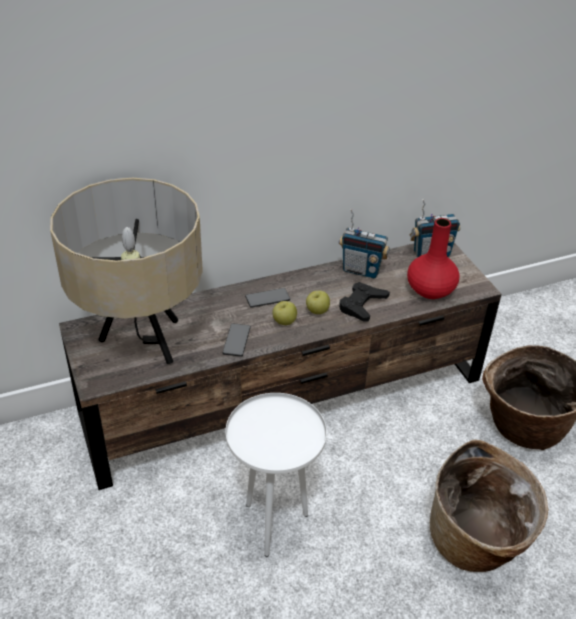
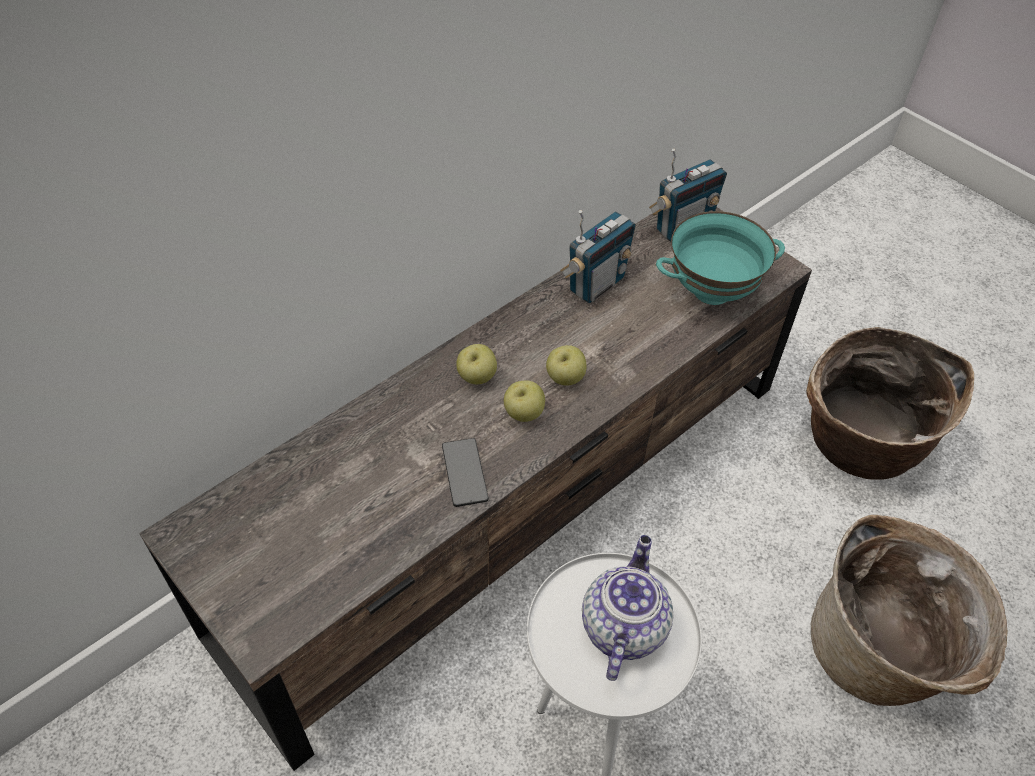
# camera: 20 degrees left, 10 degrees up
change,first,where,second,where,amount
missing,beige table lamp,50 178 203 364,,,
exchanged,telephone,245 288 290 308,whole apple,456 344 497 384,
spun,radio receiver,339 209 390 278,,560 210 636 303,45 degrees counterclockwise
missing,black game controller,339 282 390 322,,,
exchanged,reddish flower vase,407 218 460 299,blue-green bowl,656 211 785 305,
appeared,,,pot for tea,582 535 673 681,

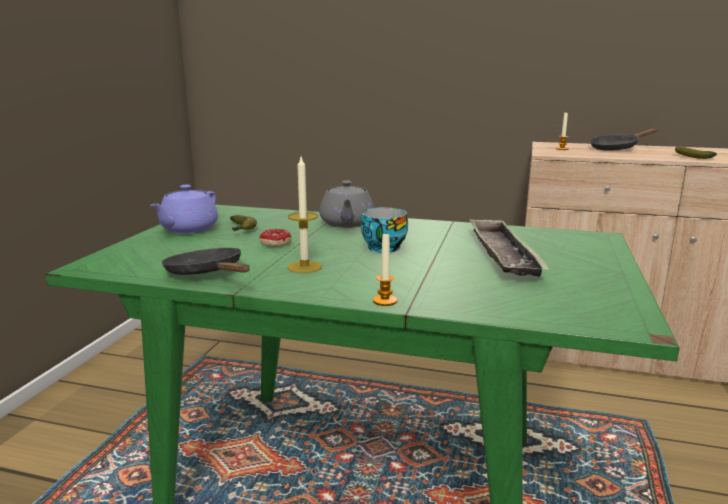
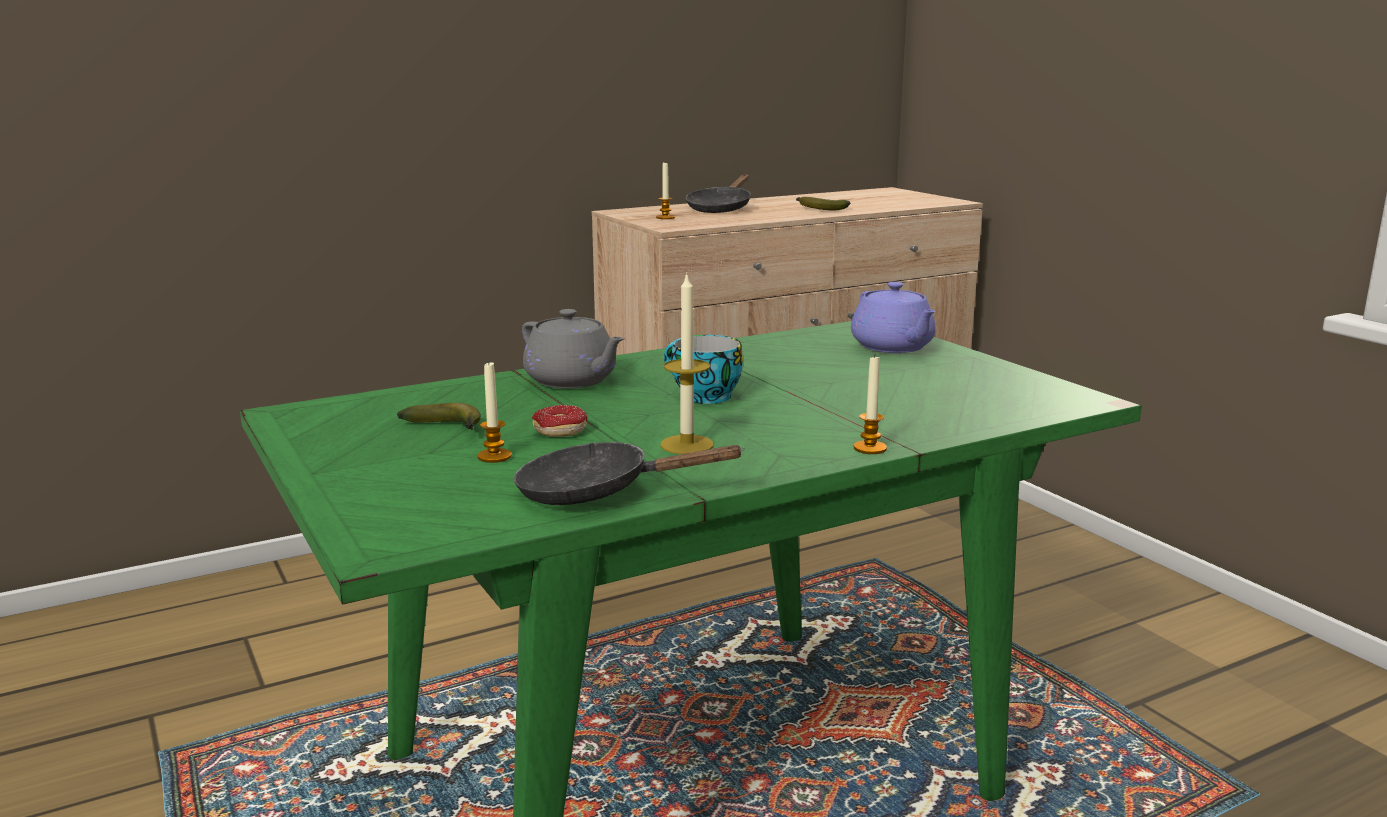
# camera: 45 degrees left, 0 degrees up
change,first,where,second,where,amount
relocated,purplish pot for tea,150 185 218 234,,851 282 936 353,
missing,carrying tray,469 218 550 277,,,
appeared,,,candle,477 362 512 463,

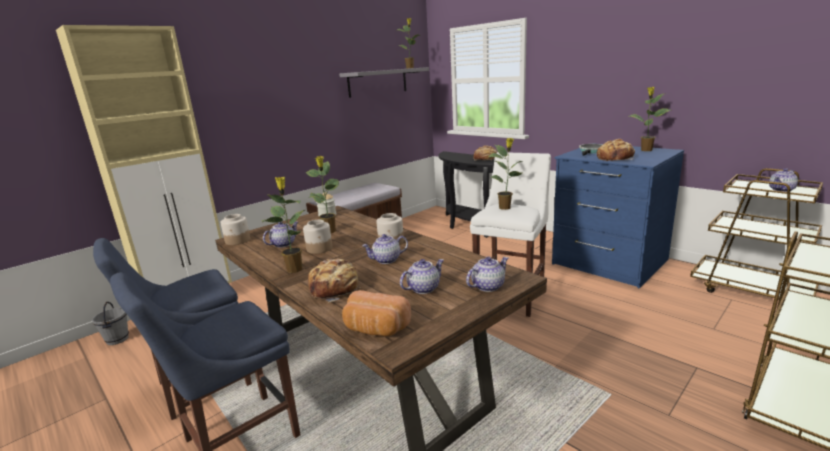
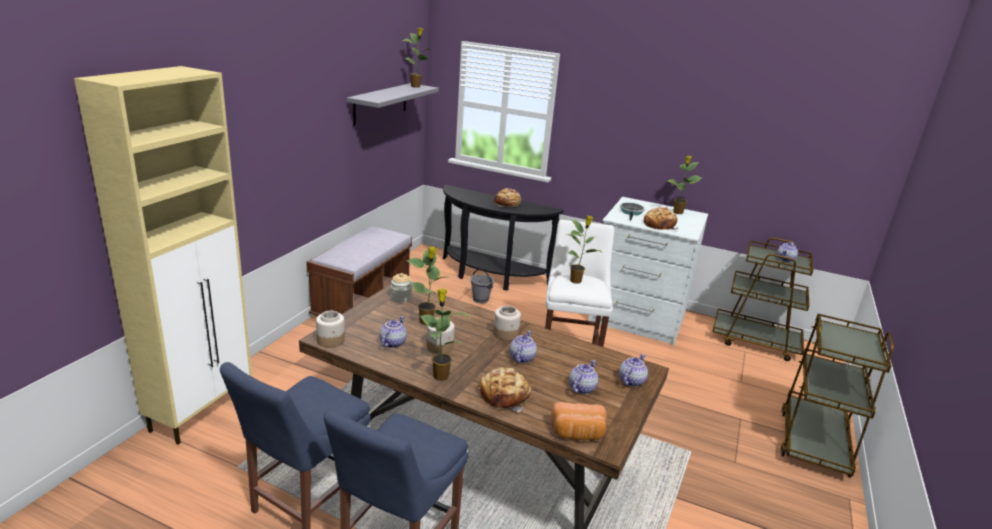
# camera: 25 degrees left, 5 degrees up
change,first,where,second,where,amount
relocated,gray bucket,92 302 129 345,,471 269 494 303,
spun,pot for tea,362 234 408 264,,509 331 537 363,150 degrees clockwise
colour,blue-coloured drawer chest,552 143 684 289,white-coloured drawer chest,588 197 708 346,

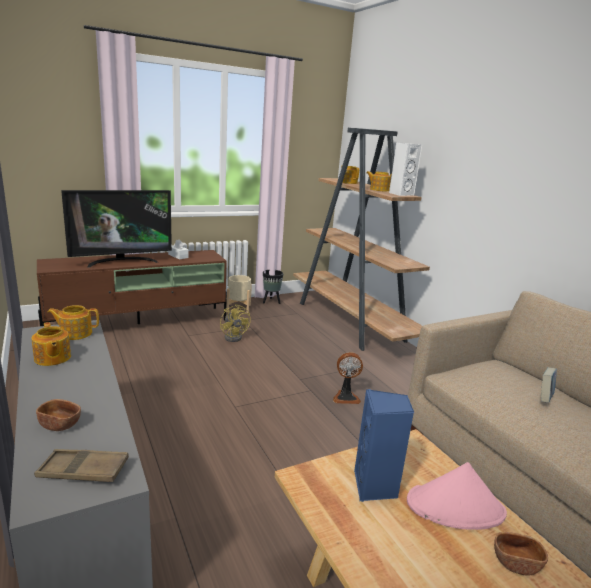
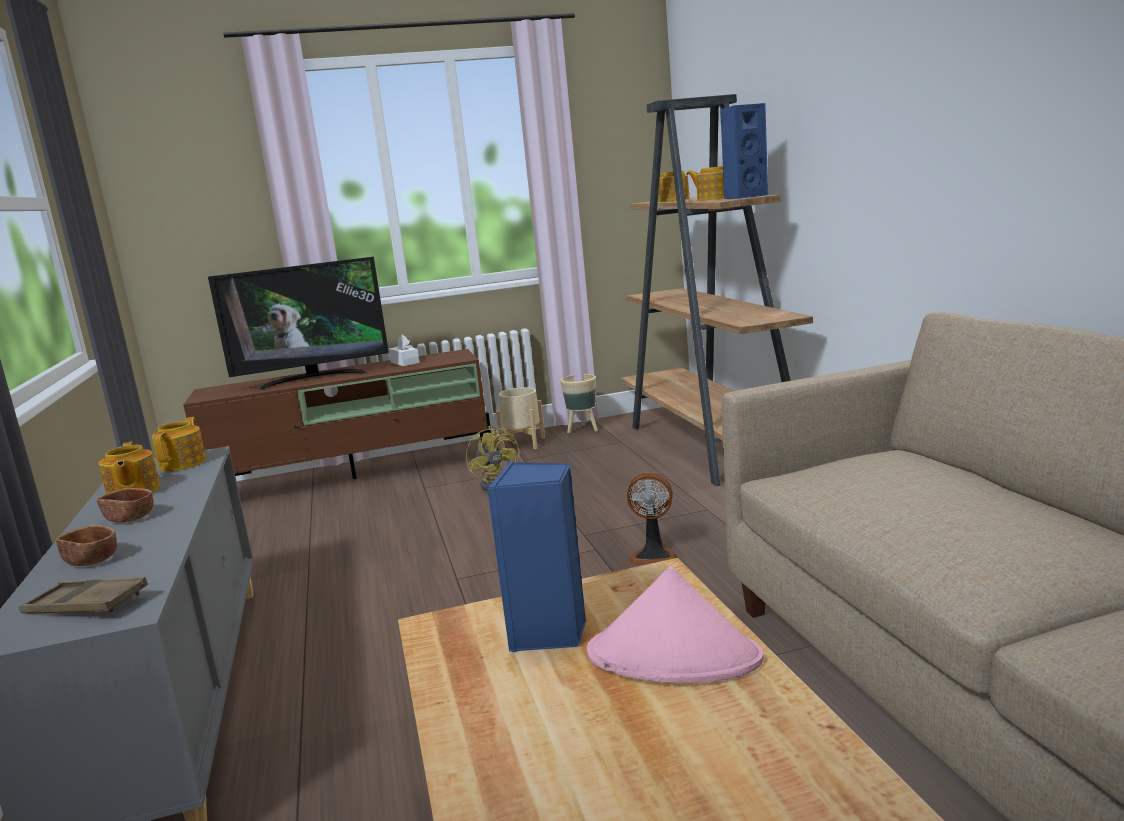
# camera: 15 degrees right, 5 degrees down
change,first,where,second,where,amount
spun,pot for tea,48 305 99 340,,152 417 207 471,90 degrees clockwise
colour,black planter,263 270 283 304,beige planter,560 374 598 433,
colour,white-coloured audio speaker,389 142 422 196,blue-coloured audio speaker,720 103 768 199,
relocated,brown-coloured bowl,494 532 548 575,,96 488 154 523,
missing,bound book,541 367 557 403,,,

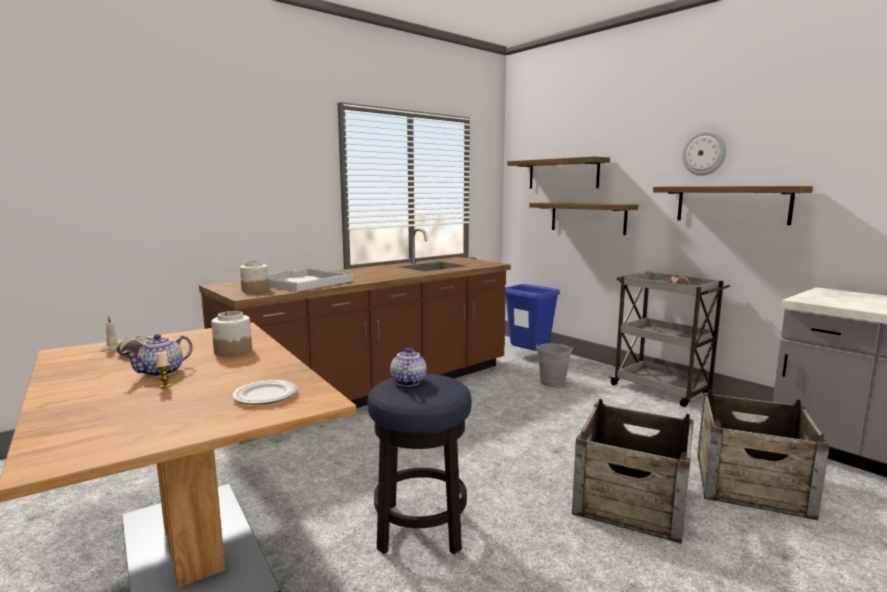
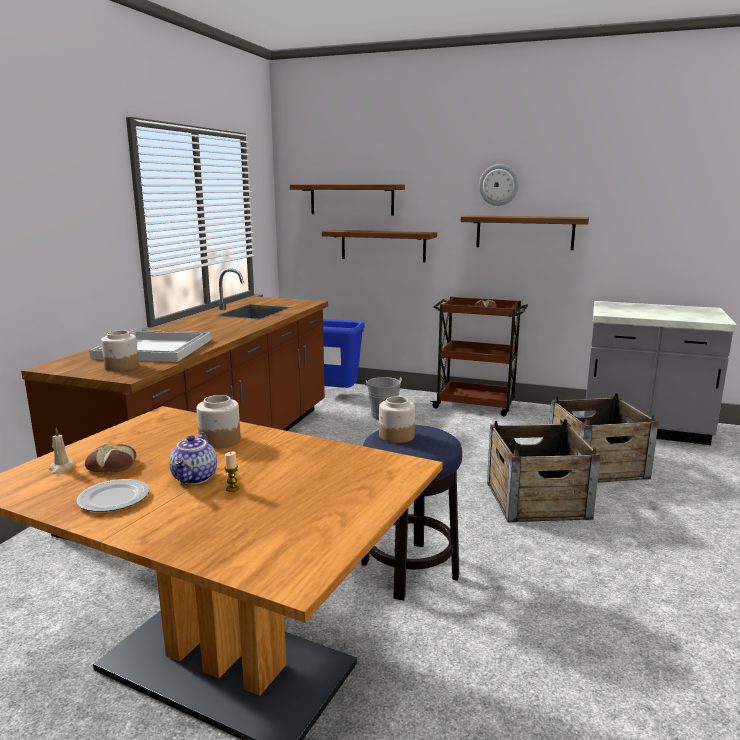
# camera: 30 degrees left, 5 degrees up
change,first,where,second,where,amount
relocated,dinner plate,232 380 297 405,,76 479 149 512,
exchanged,pot for tea,390 348 427 386,storage jar,379 396 415 443,
colour,gray wheeled cart,609 272 730 407,brown-coloured wheeled cart,430 297 528 416,

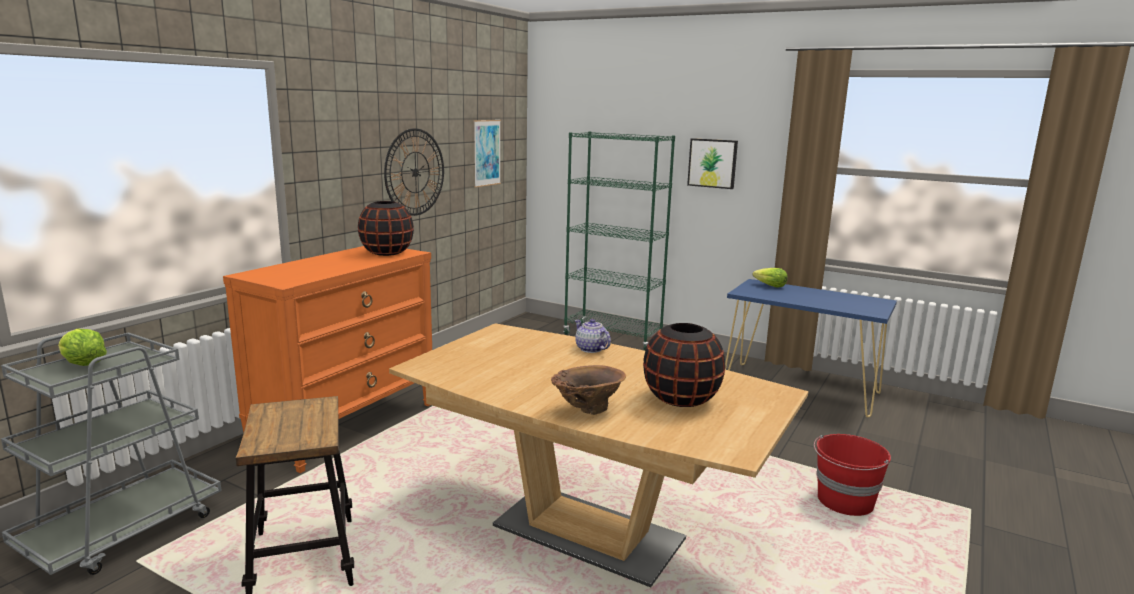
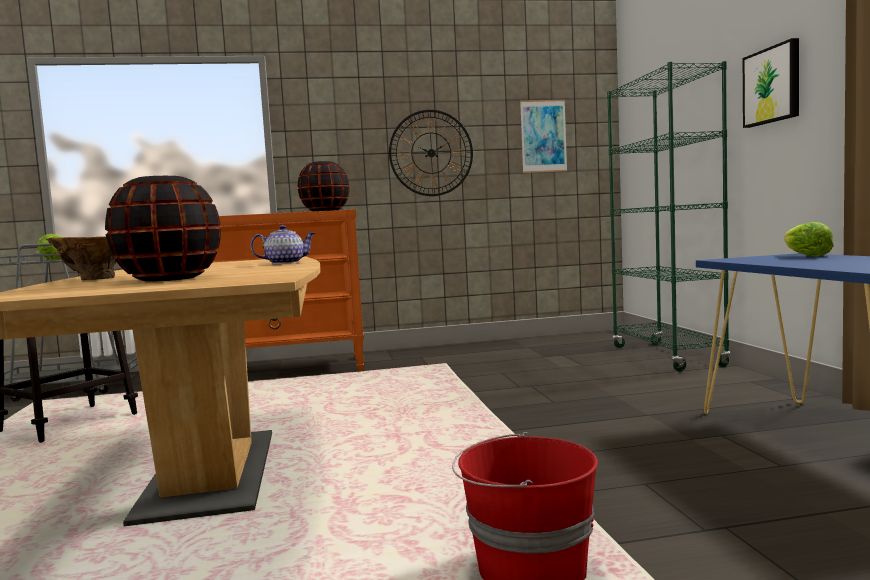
# camera: 50 degrees right, 10 degrees down
change,first,where,second,where,amount
spun,pot for tea,575 319 611 353,,250 225 315 264,60 degrees clockwise

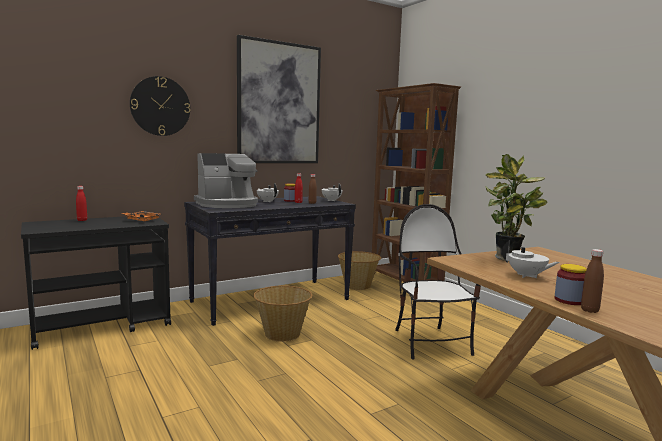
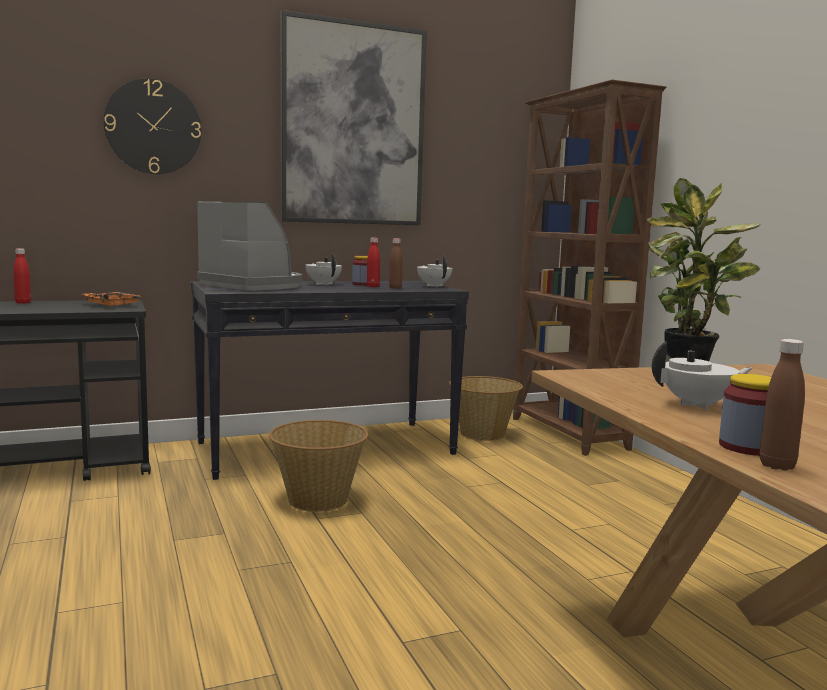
# camera: 10 degrees right, 0 degrees up
change,first,where,second,where,amount
spun,coffee brewer,194 153 258 208,,197 202 302 291,120 degrees counterclockwise
missing,upright chair,395 204 481 360,,,
spun,white-coloured pot for tea,502 240 560 278,,652 341 753 410,60 degrees counterclockwise

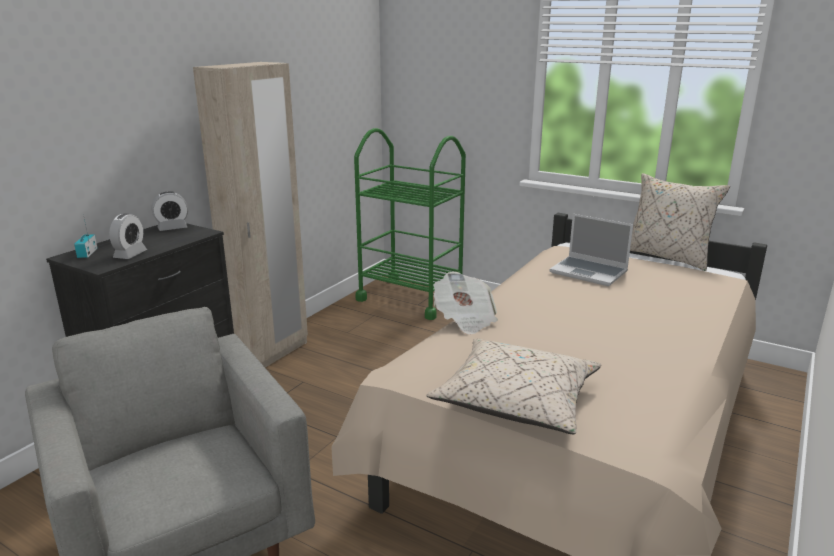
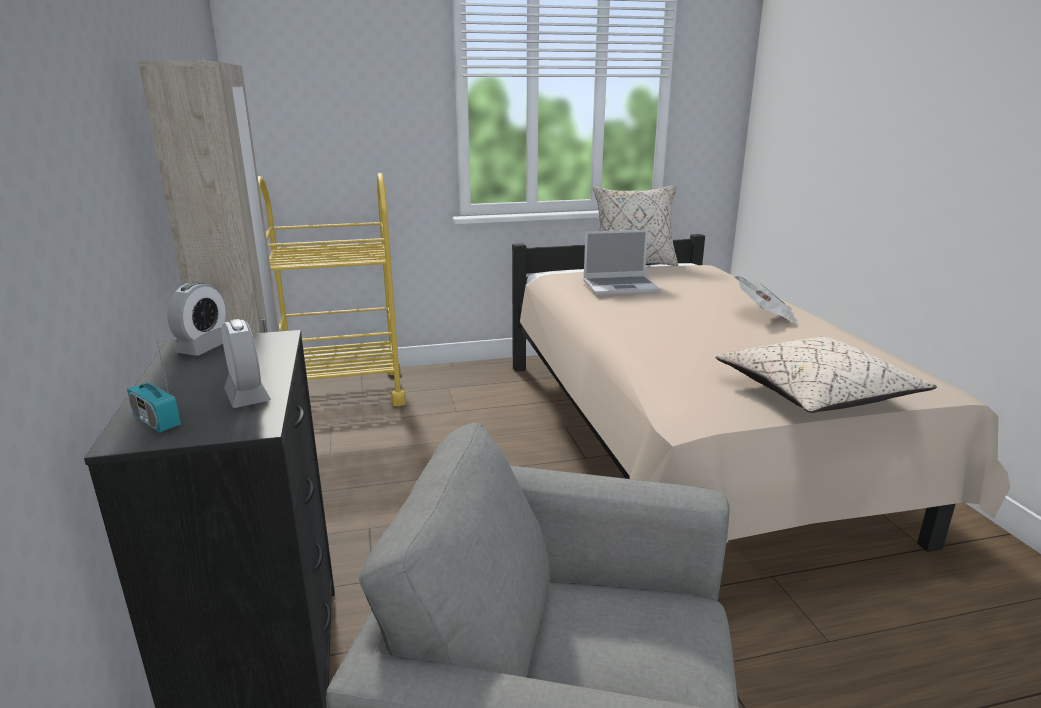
# camera: 45 degrees left, 0 degrees up
change,first,where,second,where,amount
colour,greenish wheeled cart,354 128 466 320,yellowish wheeled cart,258 173 406 406,
relocated,newspaper,434 272 498 335,,734 275 800 324,

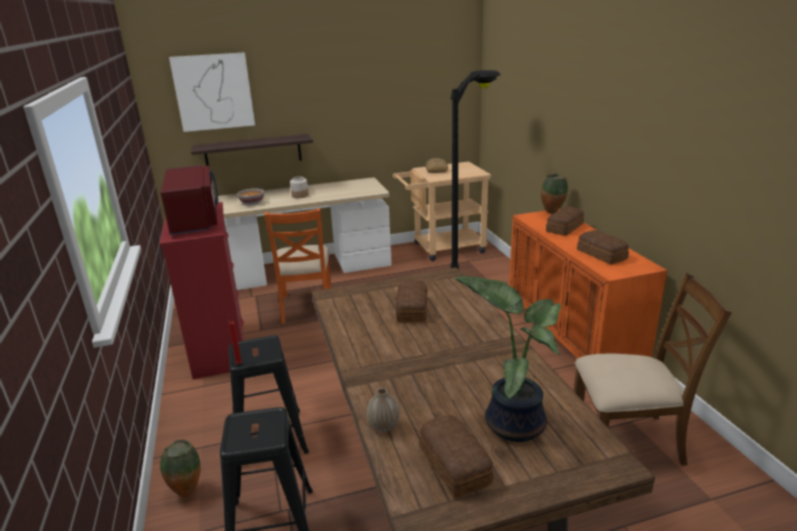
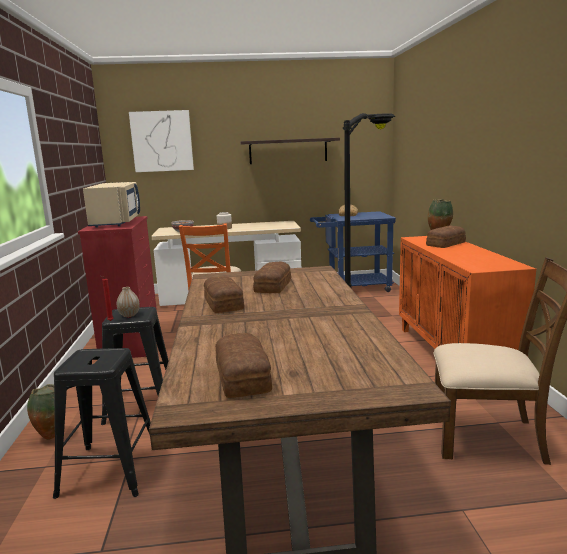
# camera: 10 degrees right, 10 degrees down
change,first,where,second,where,amount
colour,reddish microwave,161 165 218 235,beige microwave,83 182 140 228,
relocated,wall shelf,191 134 313 166,,240 138 340 164,
relocated,flower vase,367 388 400 432,,117 287 140 317,
colour,beige wheeled cart,393 162 491 261,blue-coloured wheeled cart,310 211 396 292,
missing,potted plant,454 276 561 442,,,
relocated,bakery bread,577 230 629 264,,204 276 244 313,

